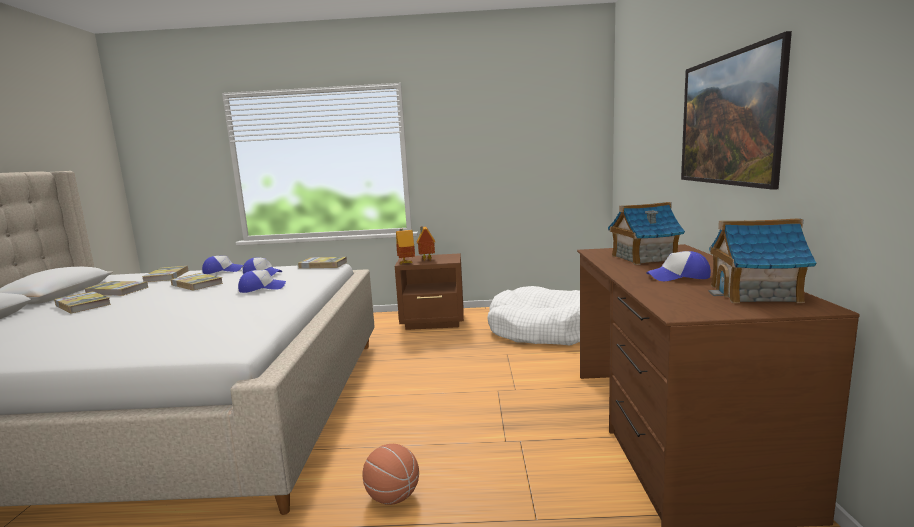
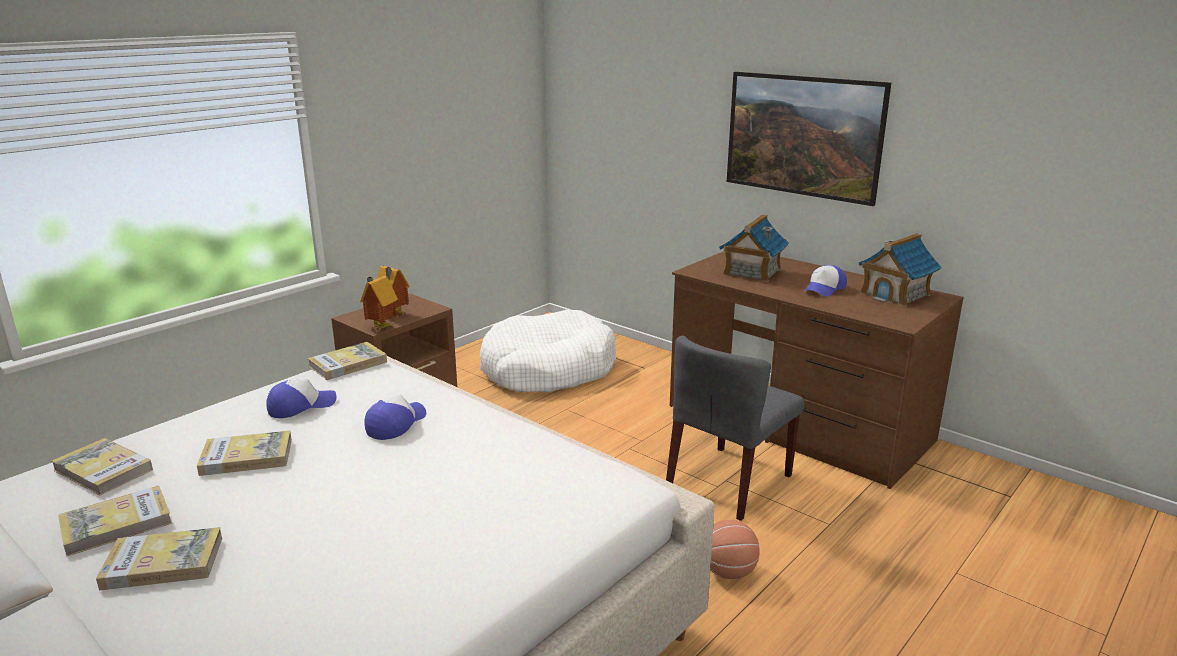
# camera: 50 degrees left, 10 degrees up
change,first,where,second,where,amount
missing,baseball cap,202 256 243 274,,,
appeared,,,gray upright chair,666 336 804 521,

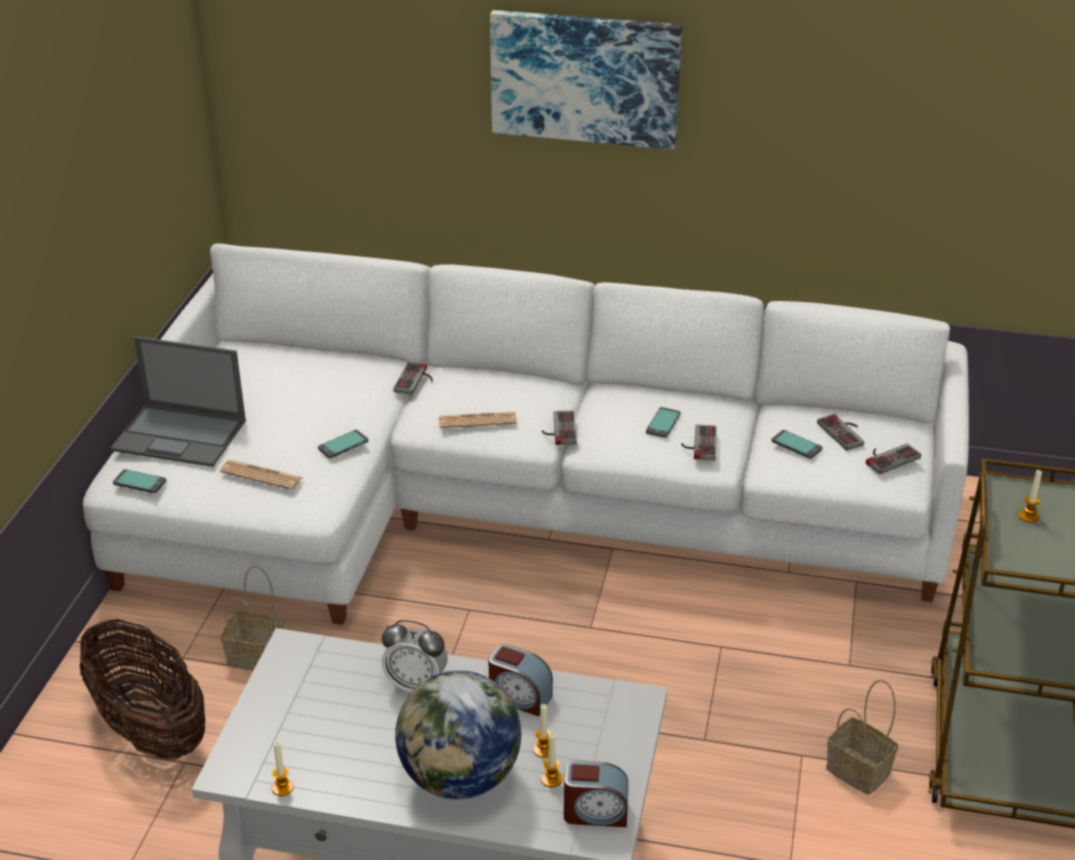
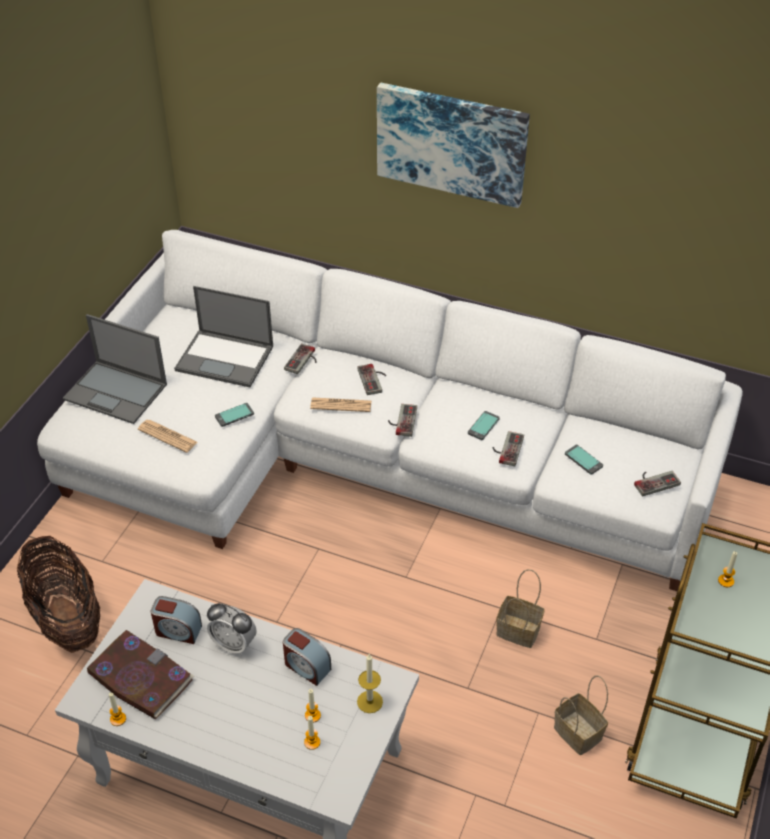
# camera: 10 degrees right, 10 degrees up
change,first,where,second,where,amount
missing,telephone,113 469 166 493,,,
relocated,storage basket,221 566 284 671,,496 569 545 648,
missing,globe,395 670 521 799,,,
relocated,alarm clock,564 760 629 827,,151 596 202 644,
relocated,game controller,817 414 864 451,,357 364 386 395,
appeared,,,bound book,87 630 194 720,
appeared,,,notebook computer,174 286 273 387,
appeared,,,candle,357 654 383 713,

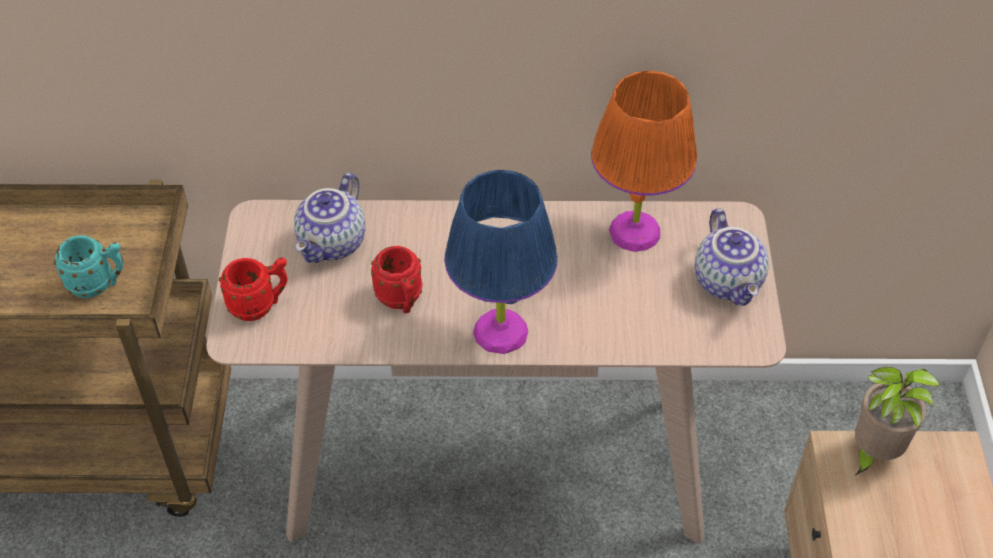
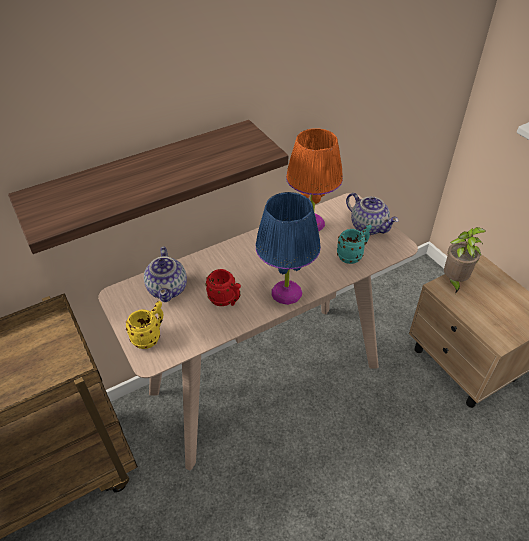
# camera: 30 degrees left, 5 degrees down
change,first,where,second,where,amount
relocated,blue-green coffee mug,54 235 123 298,,337 224 372 264,
colour,reddish coffee mug,219 258 287 321,yellowish coffee mug,126 301 164 349,
appeared,,,wall shelf,8 120 288 254,

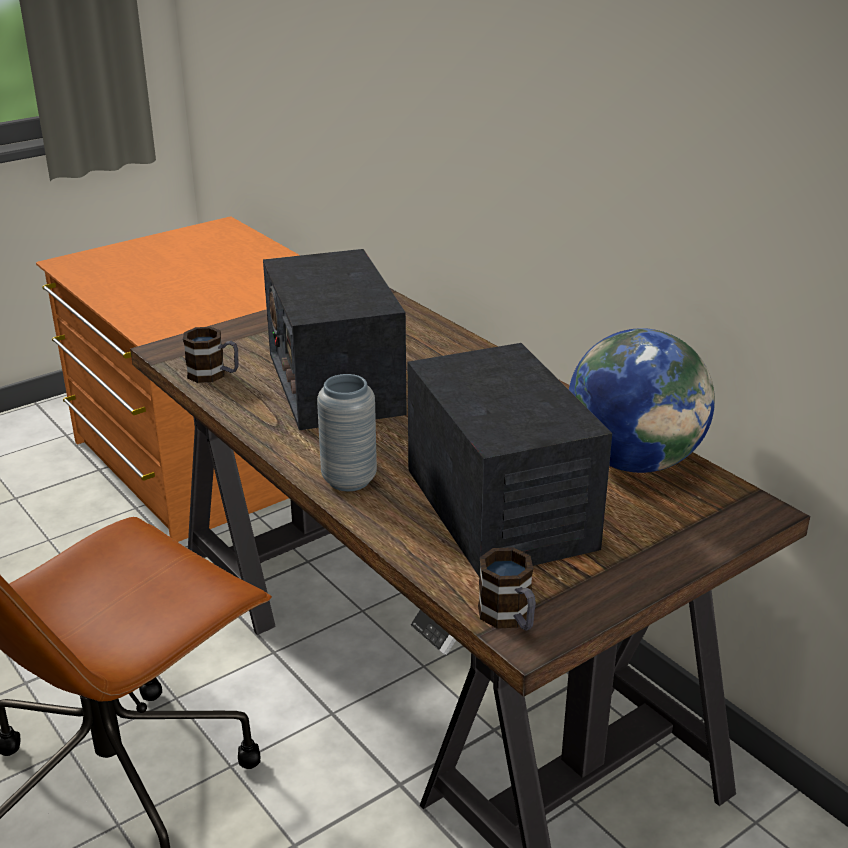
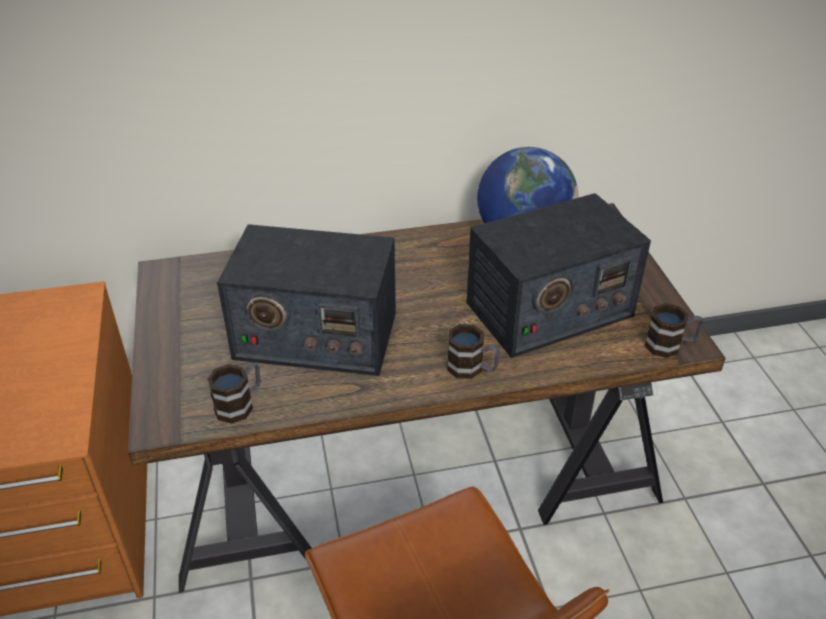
# camera: 65 degrees left, 10 degrees up
change,first,where,second,where,amount
exchanged,gray flower vase,317 374 377 491,coffee mug,447 324 500 379,
spun,radio receiver,408 343 612 578,,467 193 651 358,150 degrees clockwise

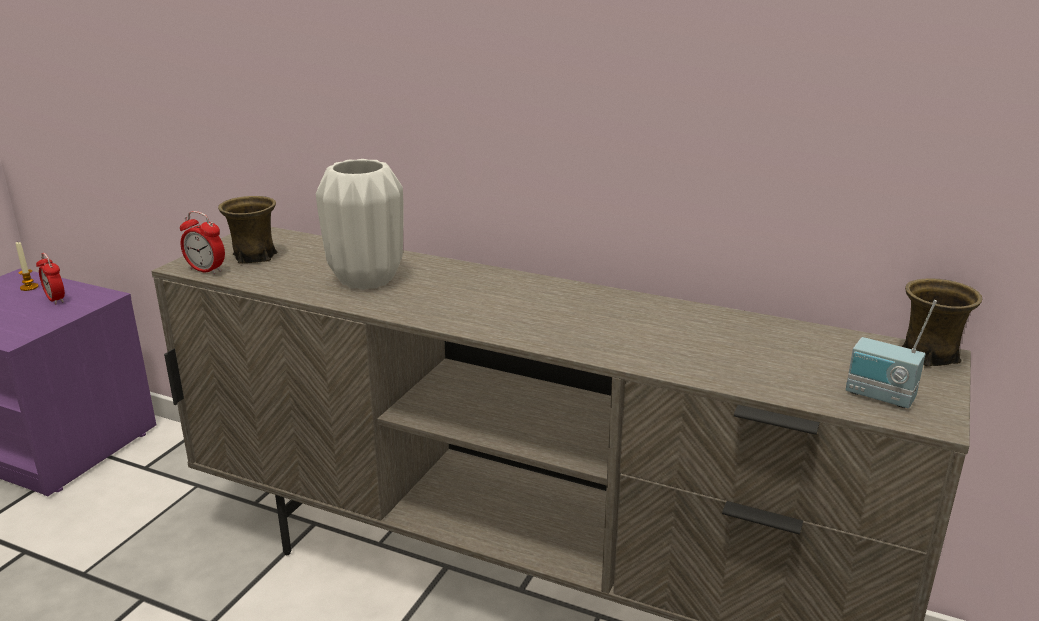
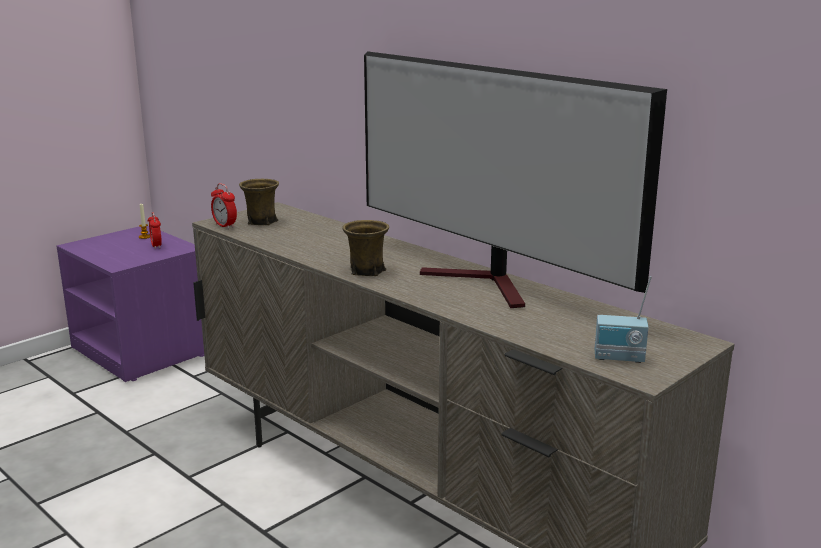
# camera: 20 degrees right, 5 degrees down
change,first,where,second,where,amount
missing,white-coloured flower vase,316 159 404 290,,,
spun,radio receiver,846 300 937 408,,595 276 652 363,45 degrees counterclockwise
relocated,brown-coloured coffee mug,902 279 982 367,,342 220 389 276,
appeared,,,TV set,364 51 667 308,

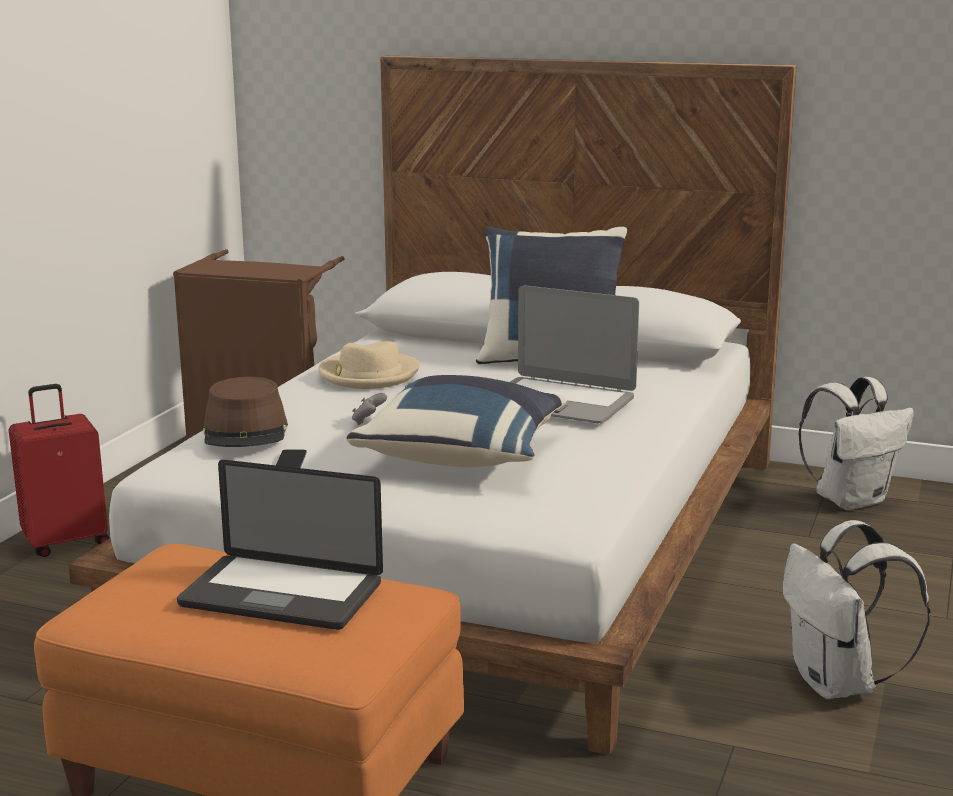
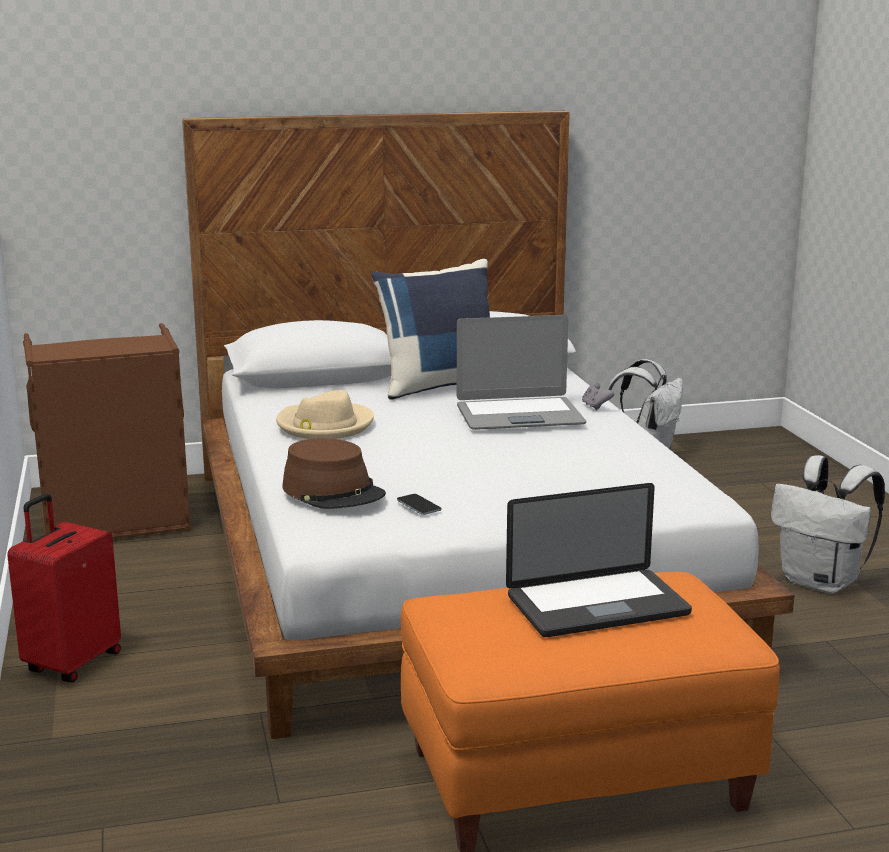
# camera: 35 degrees left, 0 degrees up
change,first,where,second,where,amount
missing,blue-coloured pillow,347 375 567 467,,,
relocated,gray game controller,352 393 387 425,,582 383 614 410,

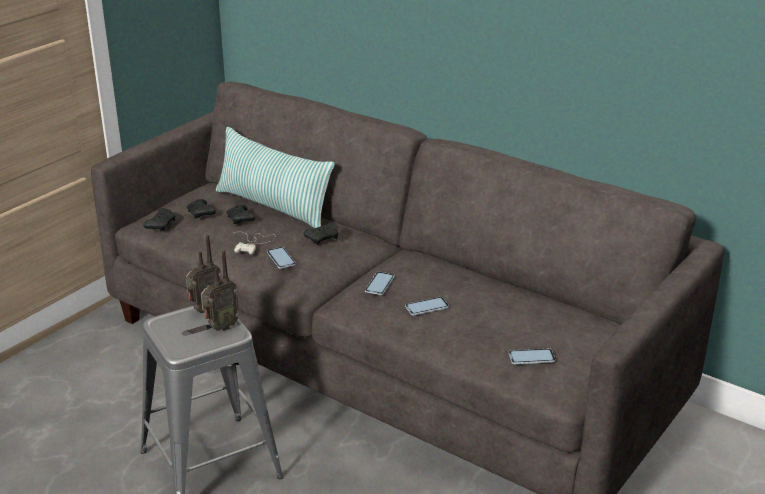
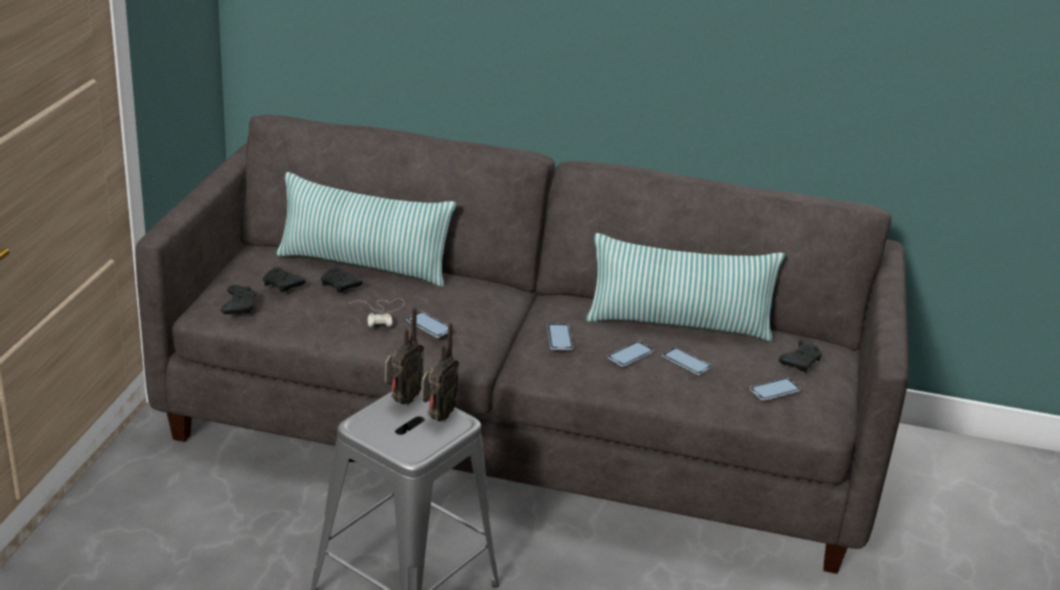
# camera: 25 degrees left, 0 degrees up
change,first,where,second,where,amount
relocated,black game controller,304 222 338 245,,779 340 822 372,
appeared,,,pillow,586 233 785 341,
appeared,,,telephone,662 347 712 375,

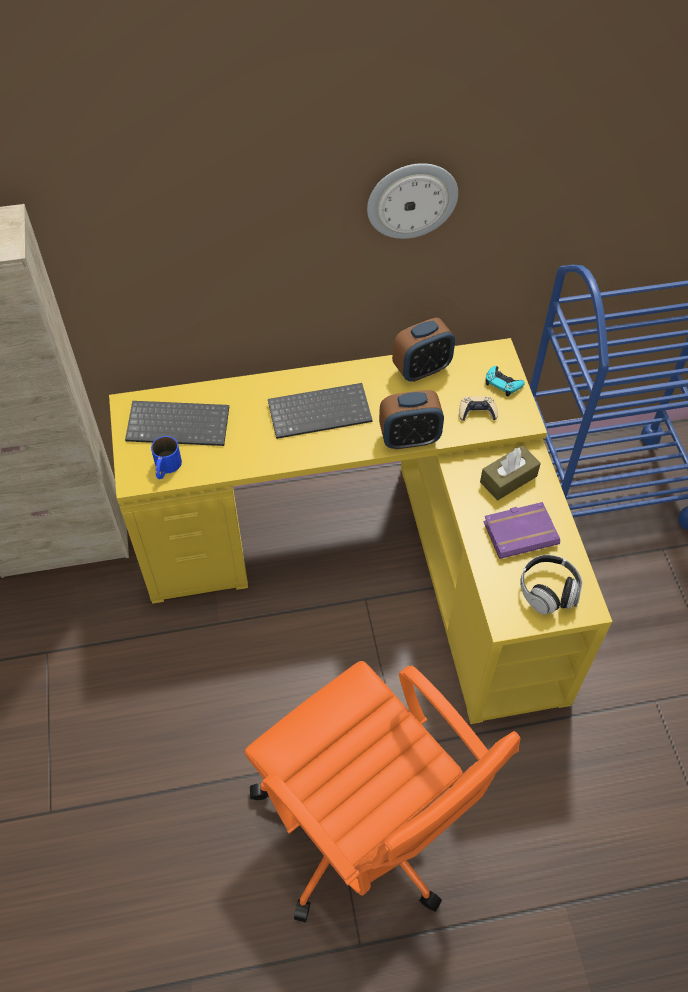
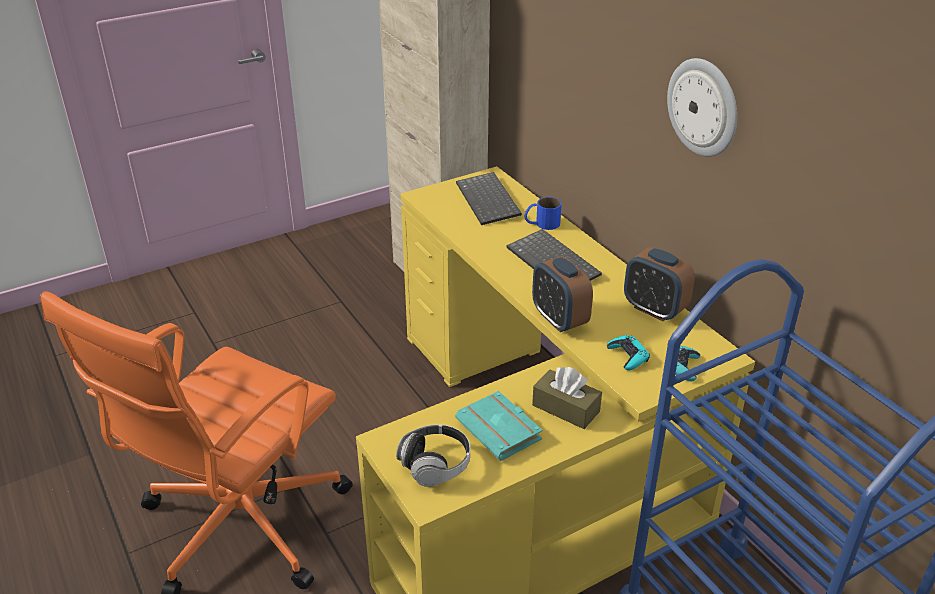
# camera: 70 degrees right, 20 degrees down
change,first,where,second,where,amount
relocated,blue-coloured coffee mug,151 436 182 479,,525 197 562 230,
colour,beige game controller,459 396 498 421,blue-green game controller,607 335 650 371,
colour,purplish bound book,483 502 560 559,blue-green bound book,455 391 543 461,

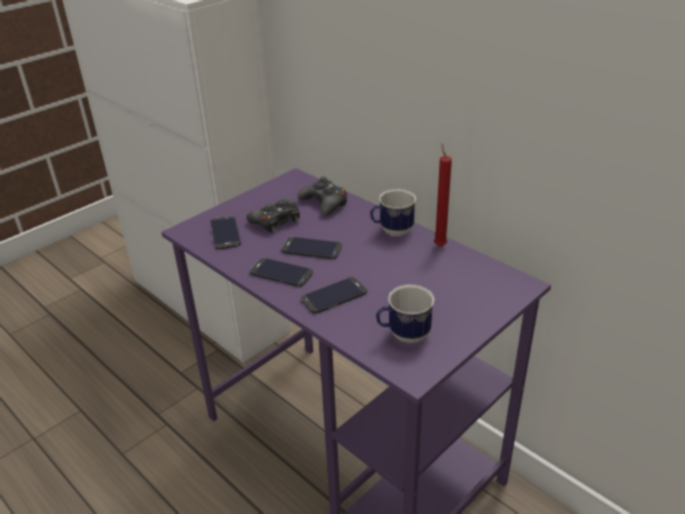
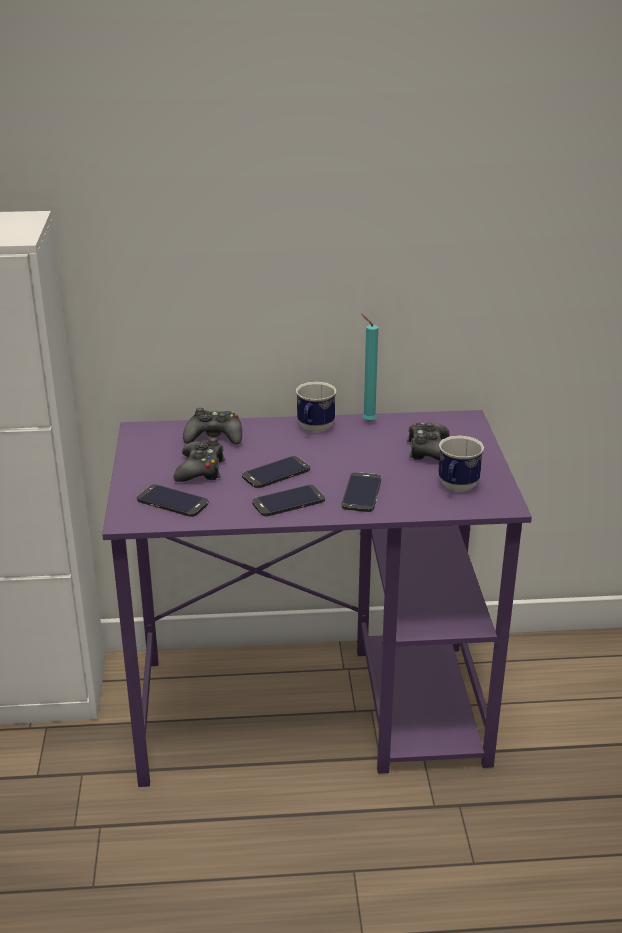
# camera: 50 degrees left, 5 degrees down
change,first,where,second,where,amount
colour,reddish candle,434 143 452 246,blue-green candle,361 314 378 422,
appeared,,,black game controller,407 422 450 460,

